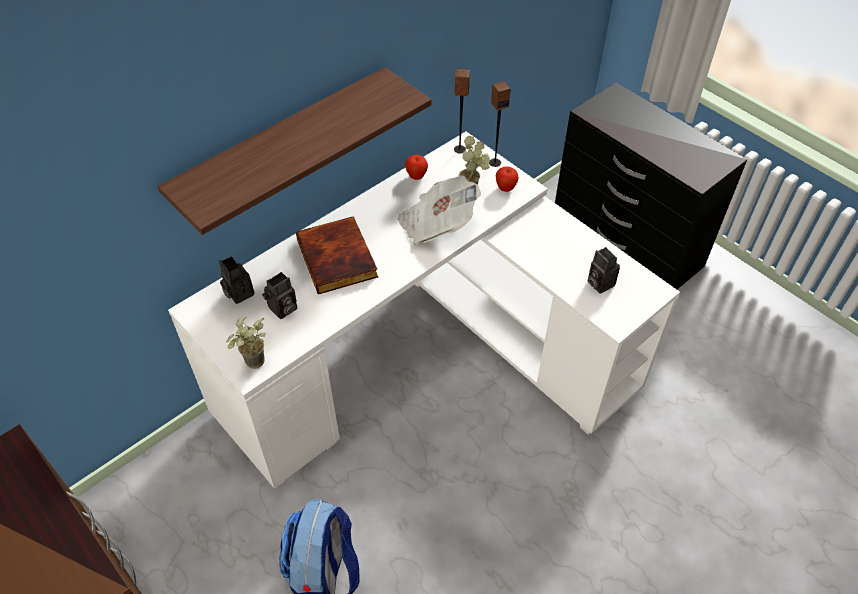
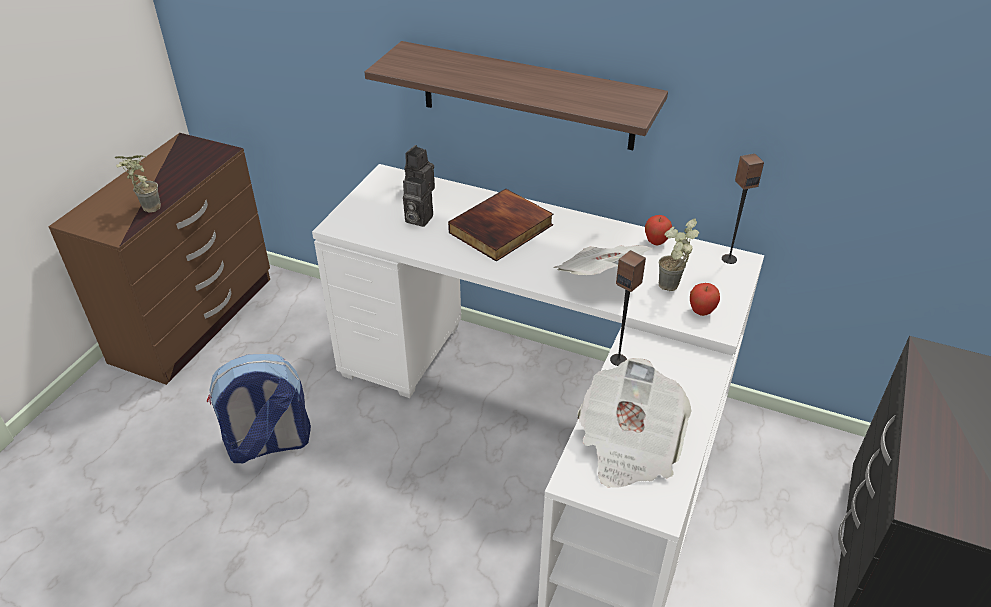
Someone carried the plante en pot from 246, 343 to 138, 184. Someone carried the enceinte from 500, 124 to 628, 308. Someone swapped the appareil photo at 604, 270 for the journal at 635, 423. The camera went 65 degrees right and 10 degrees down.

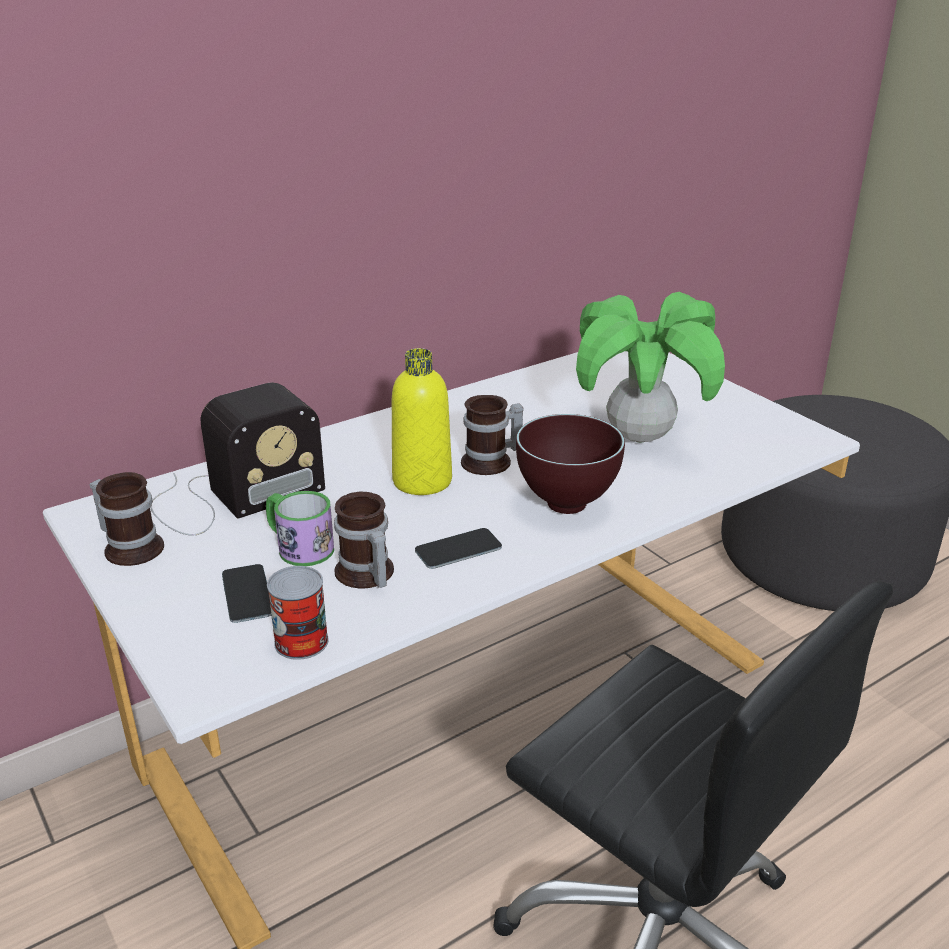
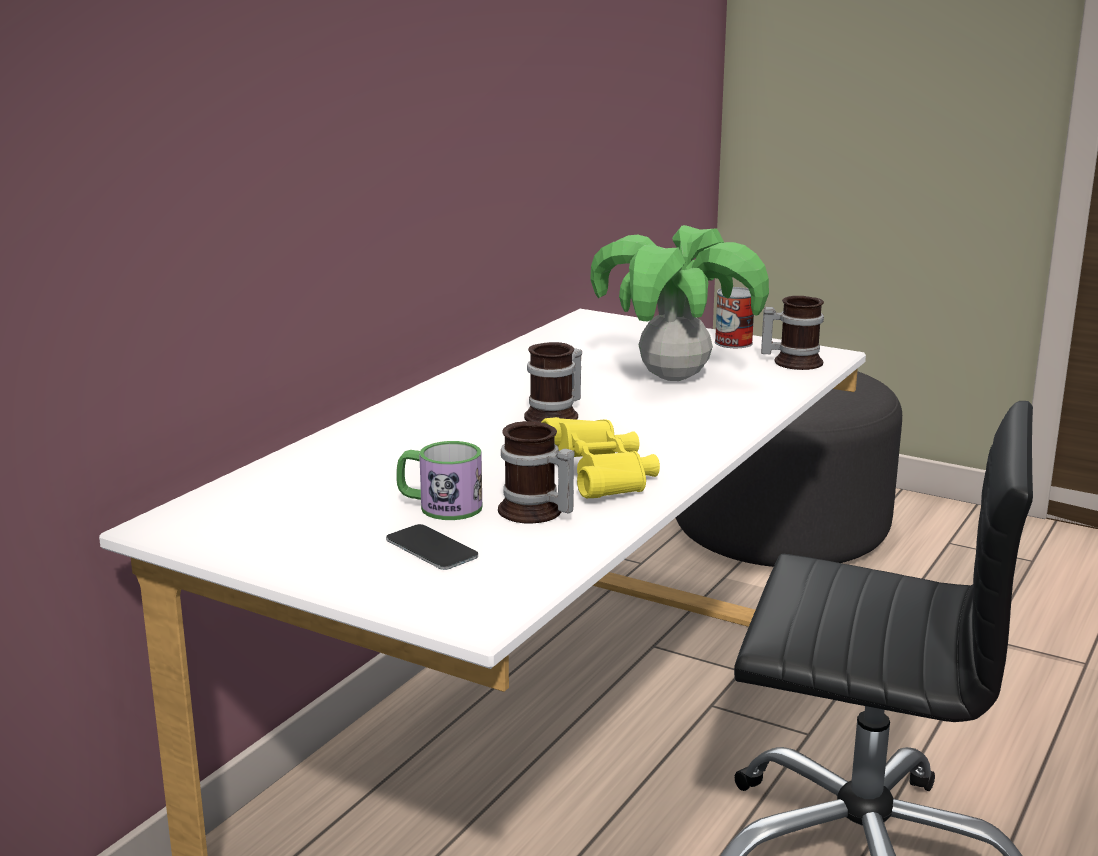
Someone carried the mug from 127, 519 to 792, 333. Someone took away the radio at 237, 459. Someone carried the boîte métallique from 298, 613 to 734, 317. Someone took away the bouteille [jaune] at 422, 421. Someone swapped the téléphone at 458, 548 for the jumelles [jaune] at 600, 457. Someone took away the bol [marron] at 570, 464. The camera went 25 degrees left and 10 degrees down.

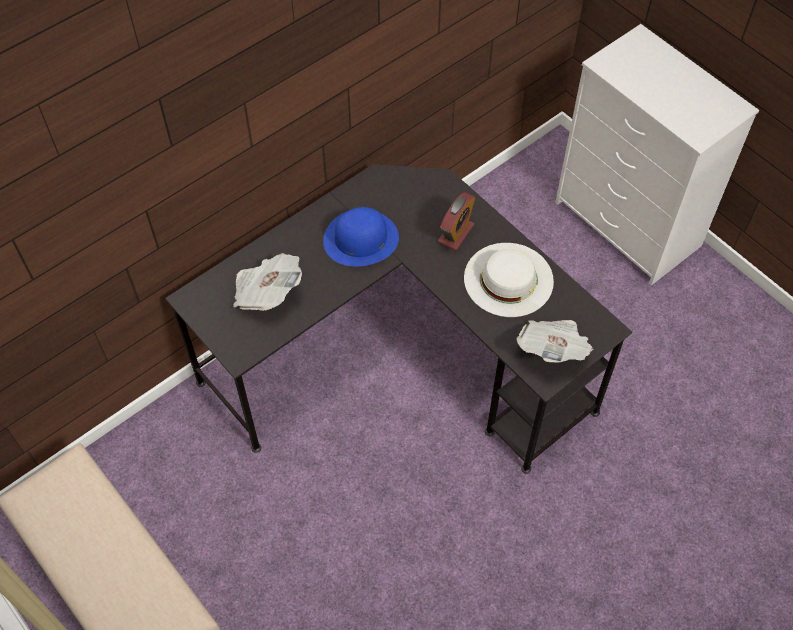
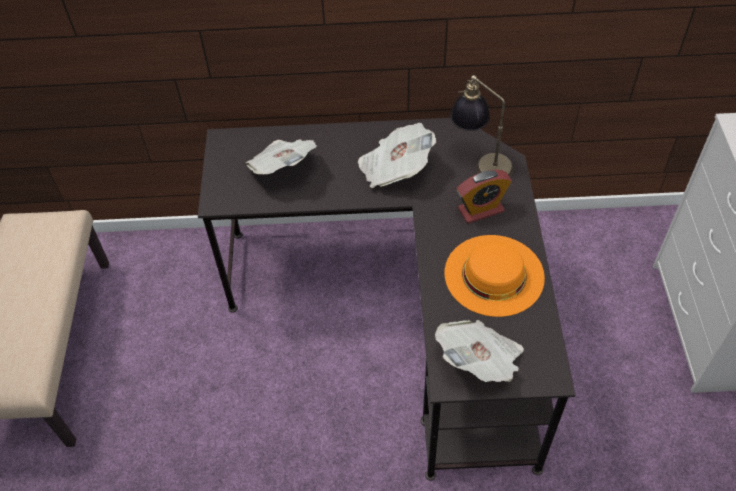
Someone swapped the chapeau [bleu] at 361, 236 for the journal at 397, 155. Someone repainted the chapeau [blanc] at 509, 280, which became the chapeau [orange] at 494, 276. Someone put down the lampe de table at 481, 126. The camera went 40 degrees right and 5 degrees down.

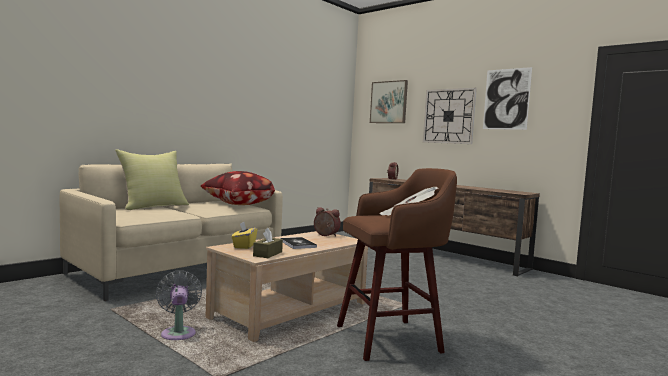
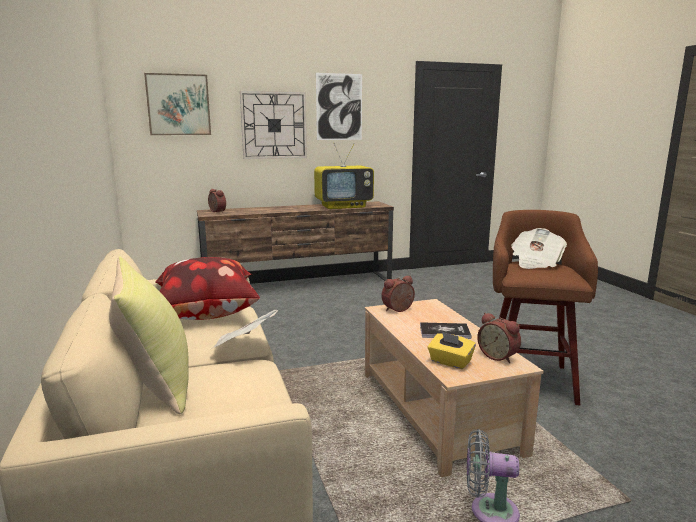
Someone swapped the boîte à mouchoirs [marron] at 268, 243 for the réveil at 499, 338. Someone put down the journal at 244, 329. Someone put down the téléviseur at 344, 176. The camera went 60 degrees left and 10 degrees up.

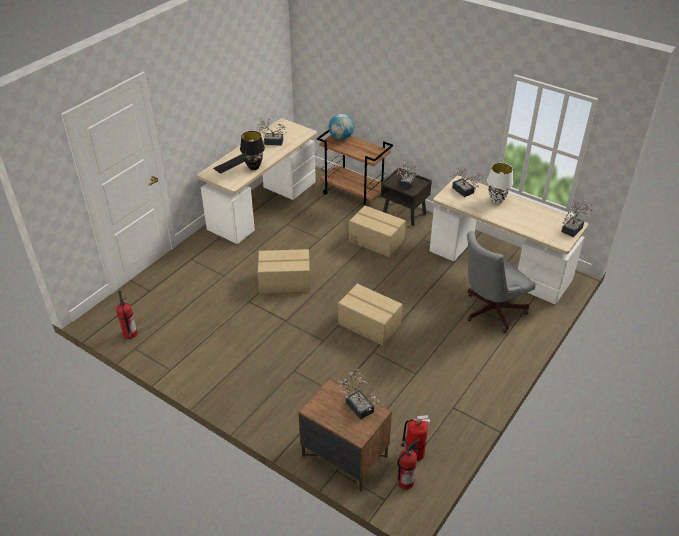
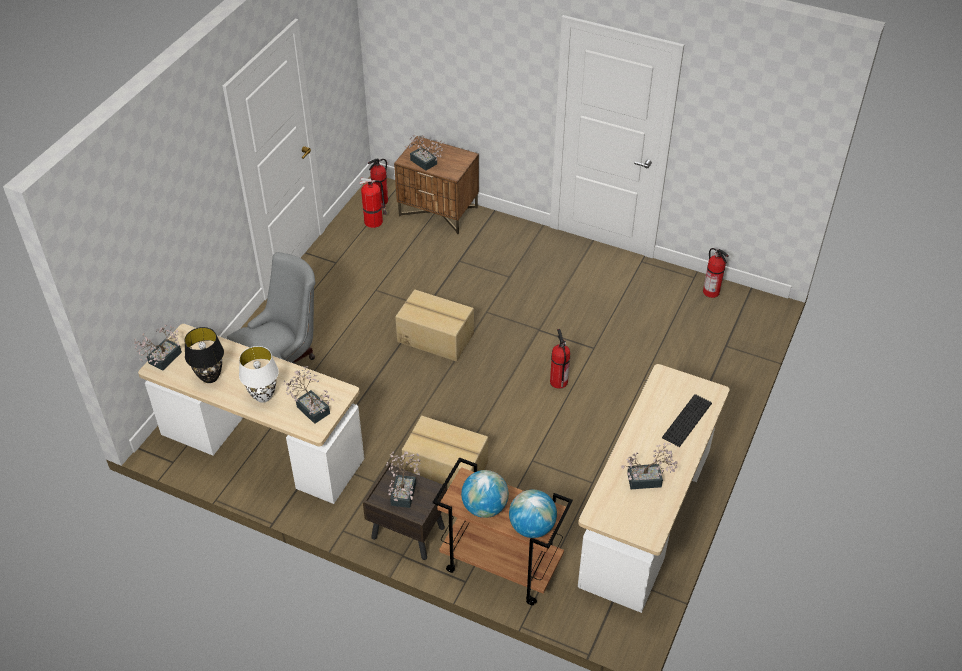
Someone carried the lampe de table [noir] from 252, 150 to 204, 355. Someone swapped the carton at 284, 271 for the extincteur at 560, 359. Someone put down the globe at 485, 494. The camera went 170 degrees right and 5 degrees up.

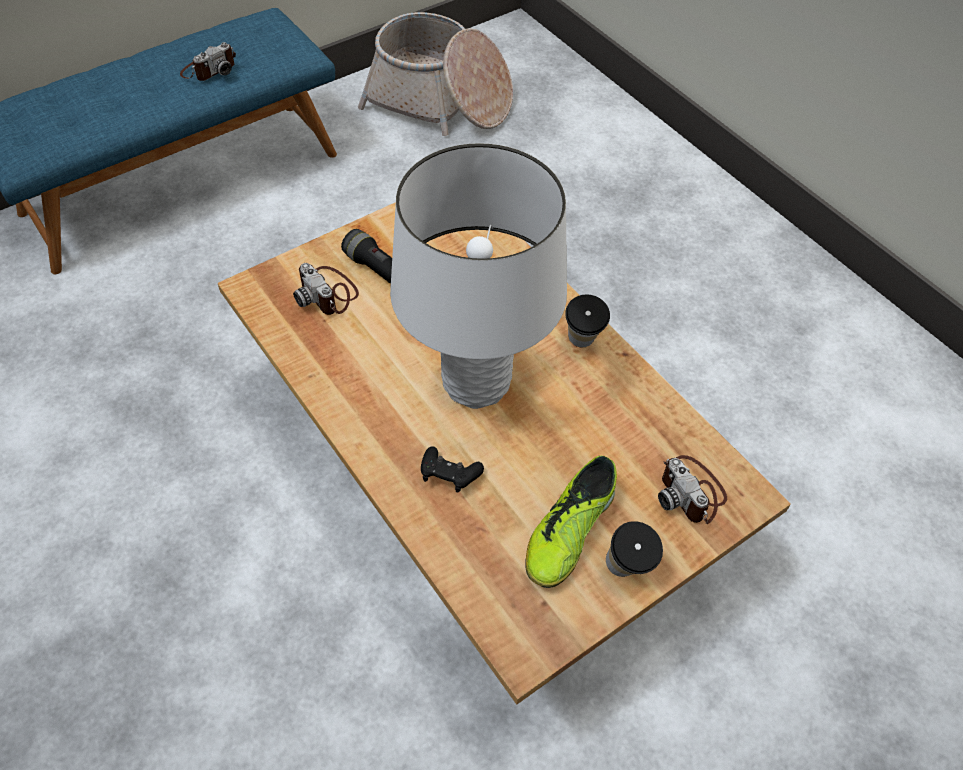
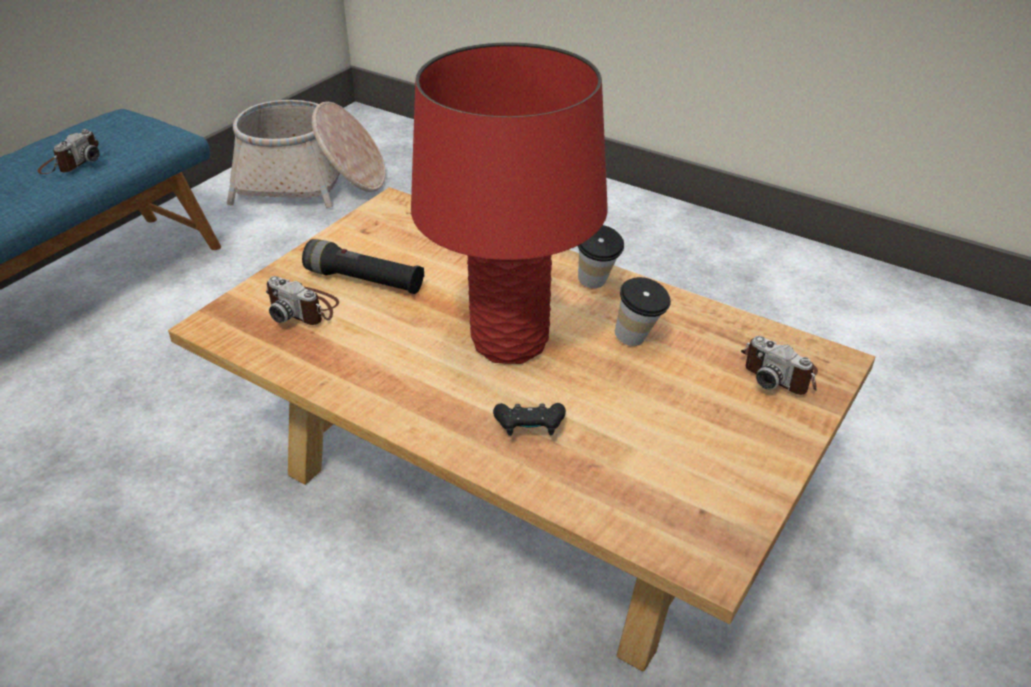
Someone repainted the lampe de table [blanc] at 478, 276, which became the lampe de table [rouge] at 509, 203. Someone took away the chaussure at 571, 522. Someone carried the tasse from 634, 549 to 643, 311. The camera went 20 degrees left and 15 degrees down.

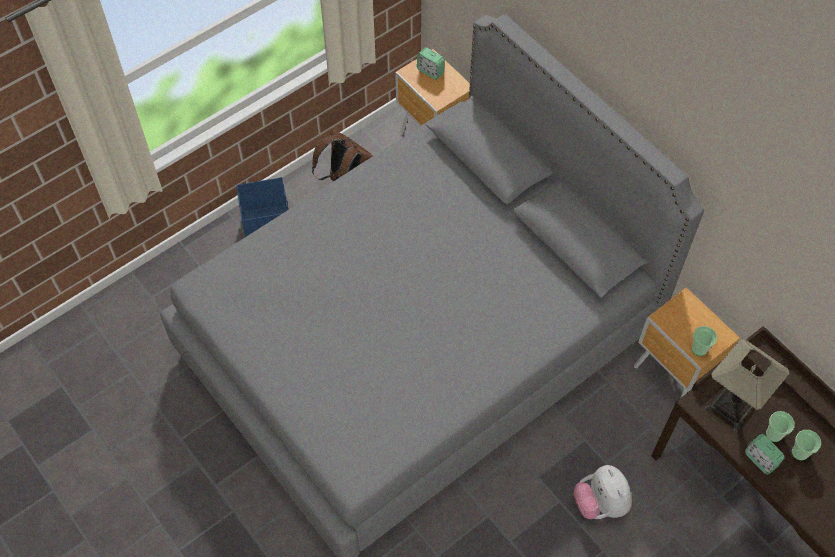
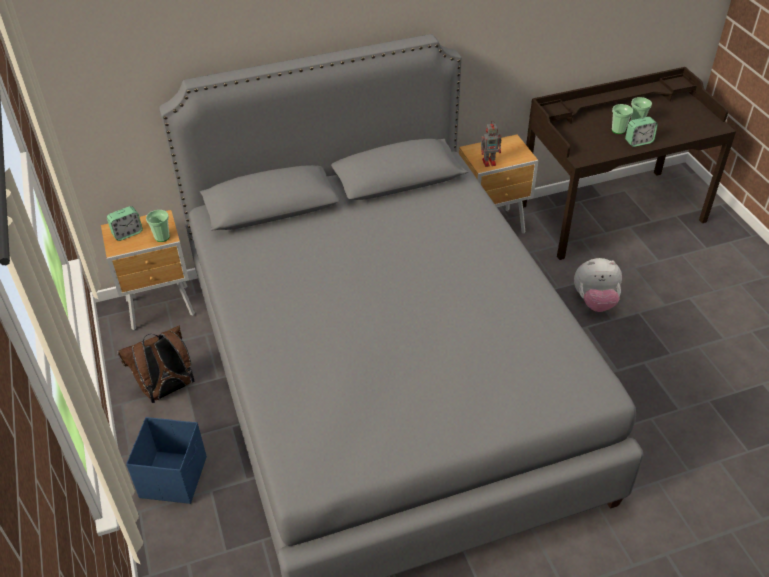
Someone carried the tasse from 704, 341 to 158, 226. Someone took away the lampe de table at 747, 385. Someone put down the robot jouet at 491, 145. The camera went 70 degrees left and 15 degrees down.

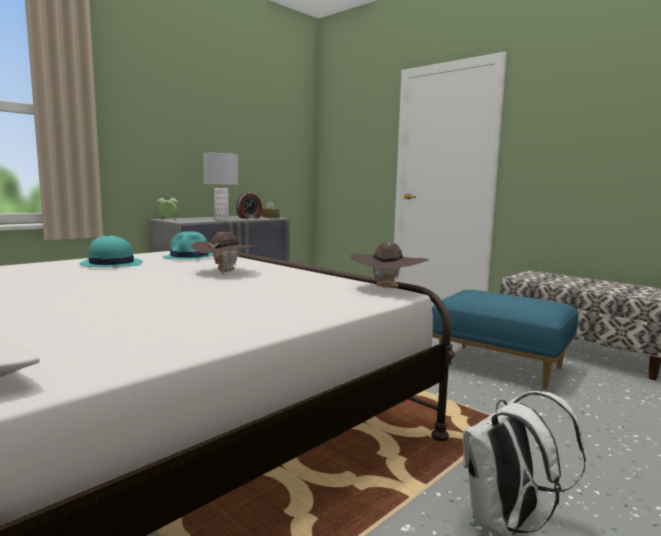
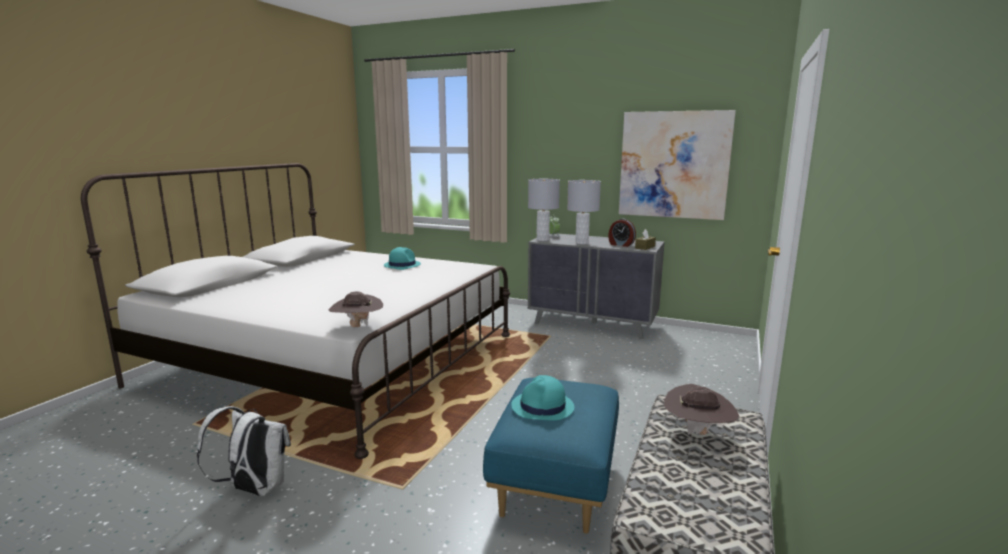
Someone carried the chapeau [turquoise] from 187, 245 to 542, 398. Someone carried the chapeau [marron] from 223, 253 to 701, 409. Someone put down the lampe de table [gris] at 544, 210. Someone put up the tableau at 677, 165. The camera went 70 degrees right and 5 degrees up.

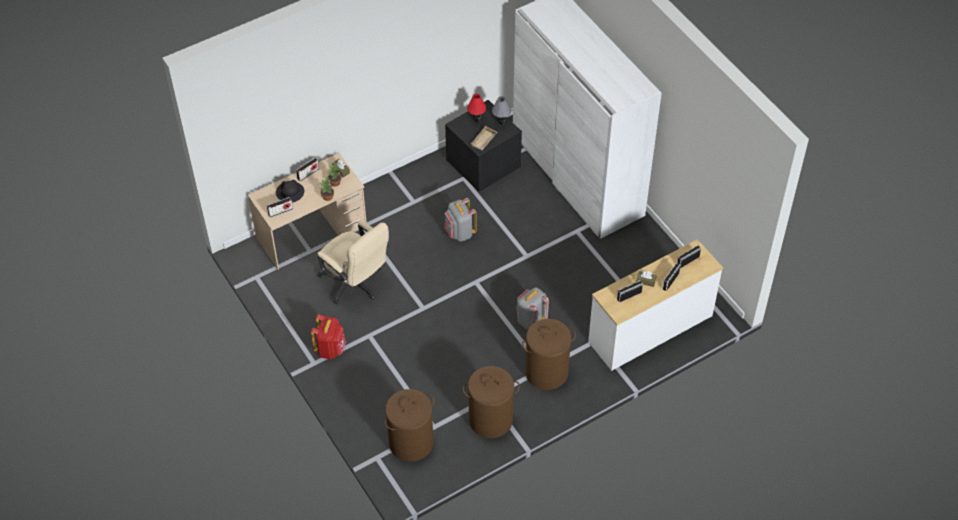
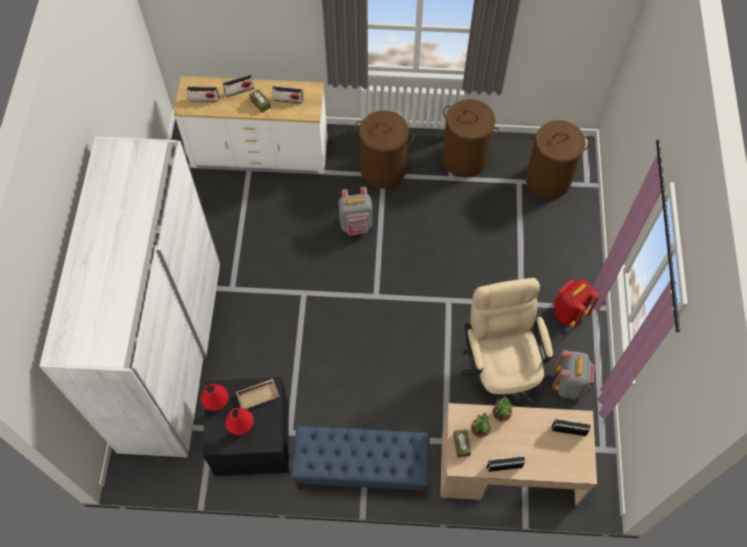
Someone took away the chapeau [noir] at 290, 191. Someone carried the sac à dos [gris] from 460, 220 to 574, 374. Someone repainted the lampe de table [gris] at 501, 110, which became the lampe de table [rouge] at 215, 397. Someone put down the banc [bleu] at 360, 461. The camera went 145 degrees left and 10 degrees up.

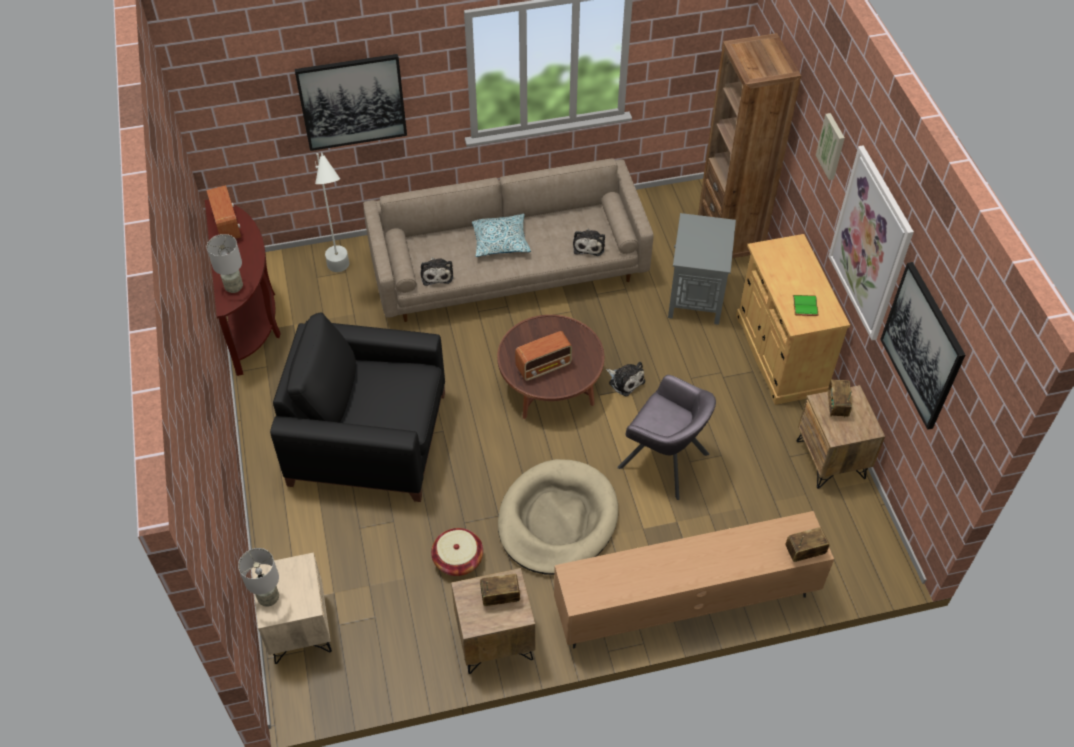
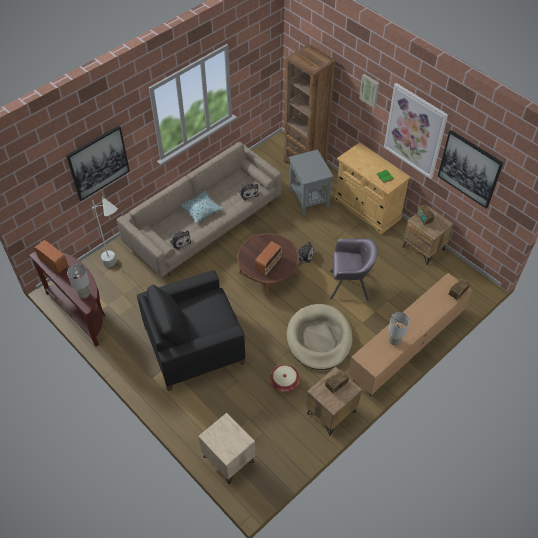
Someone carried the lampe de table [gris] from 258, 577 to 399, 329. The camera went 30 degrees left and 0 degrees up.

